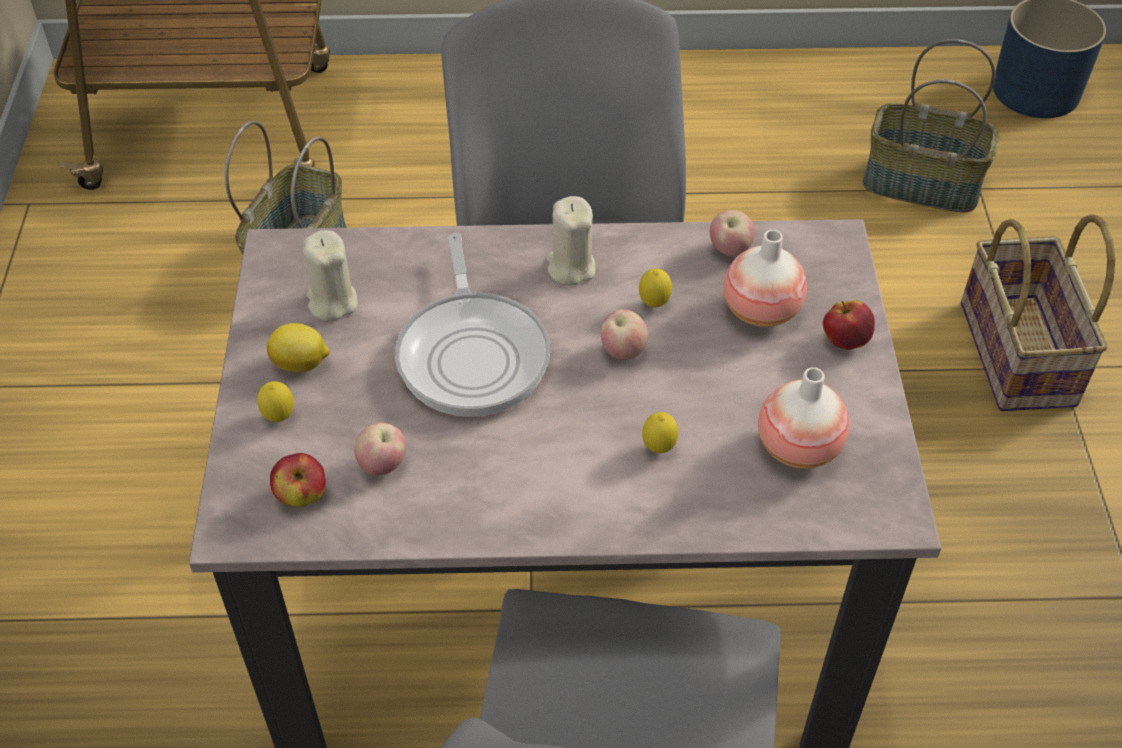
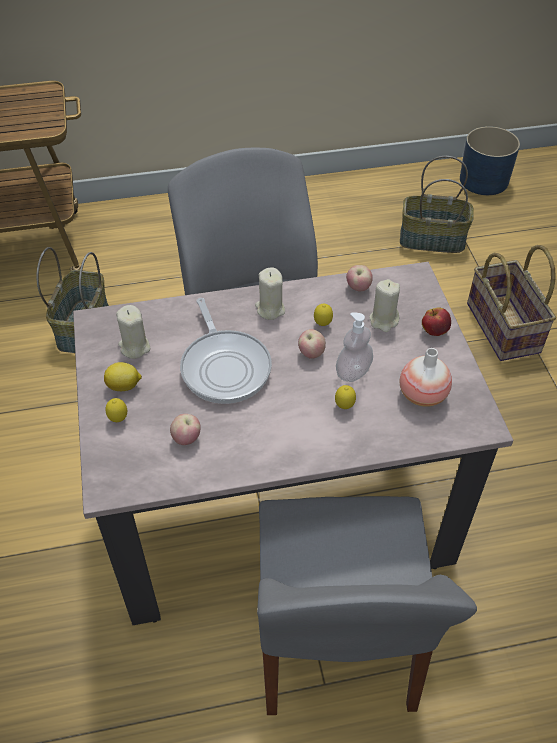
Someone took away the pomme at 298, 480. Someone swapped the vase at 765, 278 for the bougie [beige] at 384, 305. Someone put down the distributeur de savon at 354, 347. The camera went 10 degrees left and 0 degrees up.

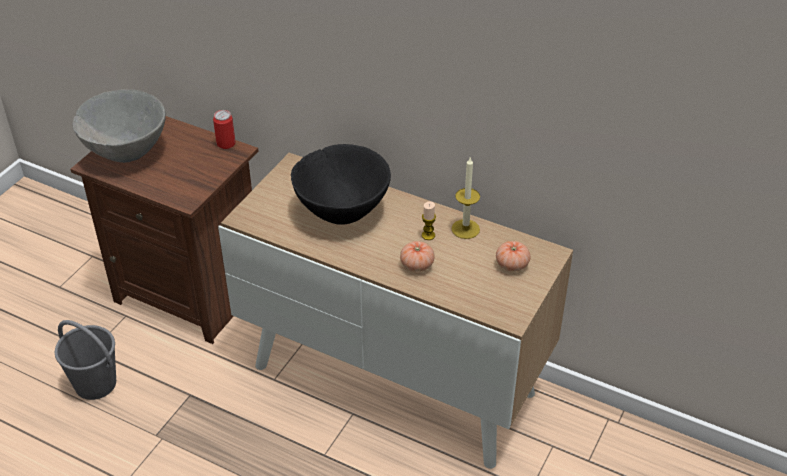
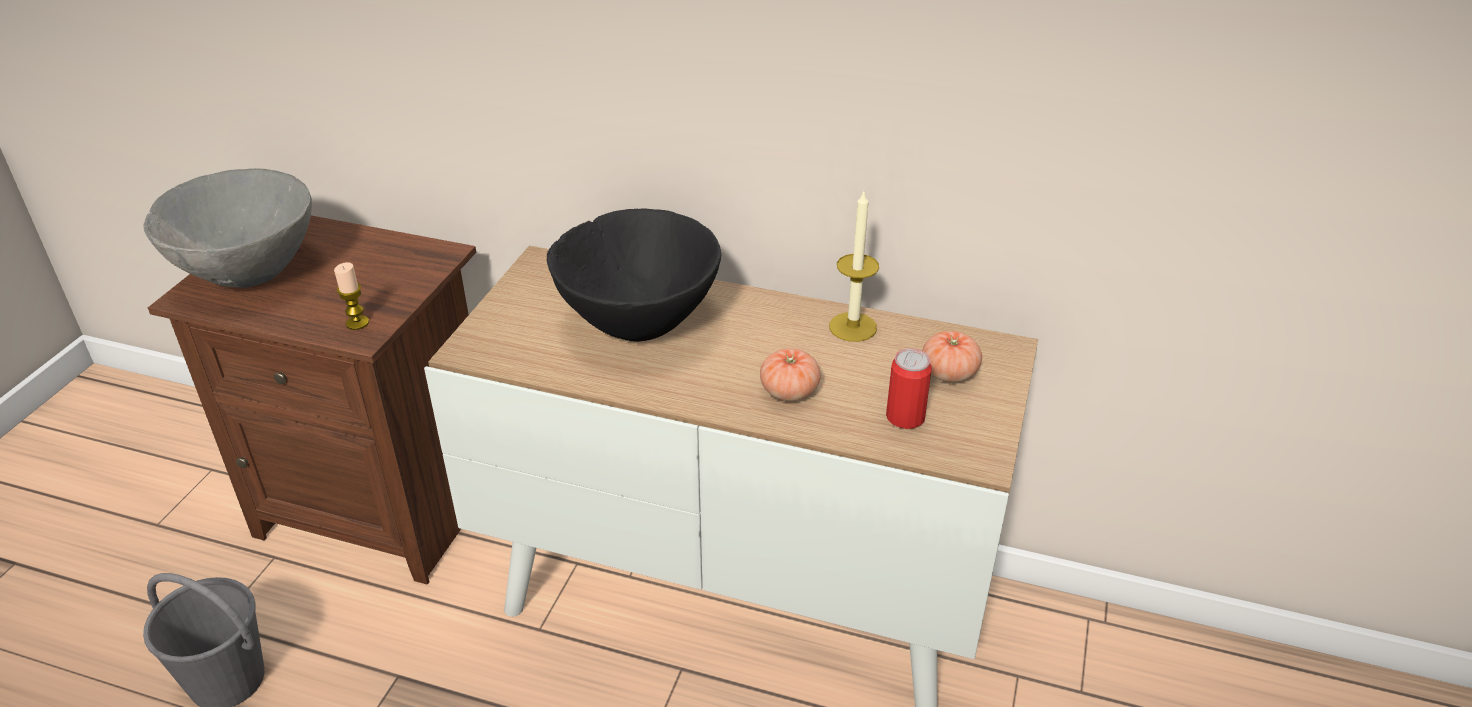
Someone carried the boîte métallique from 224, 129 to 909, 388. Someone carried the bougie from 429, 220 to 351, 296. The camera went 10 degrees left and 5 degrees down.

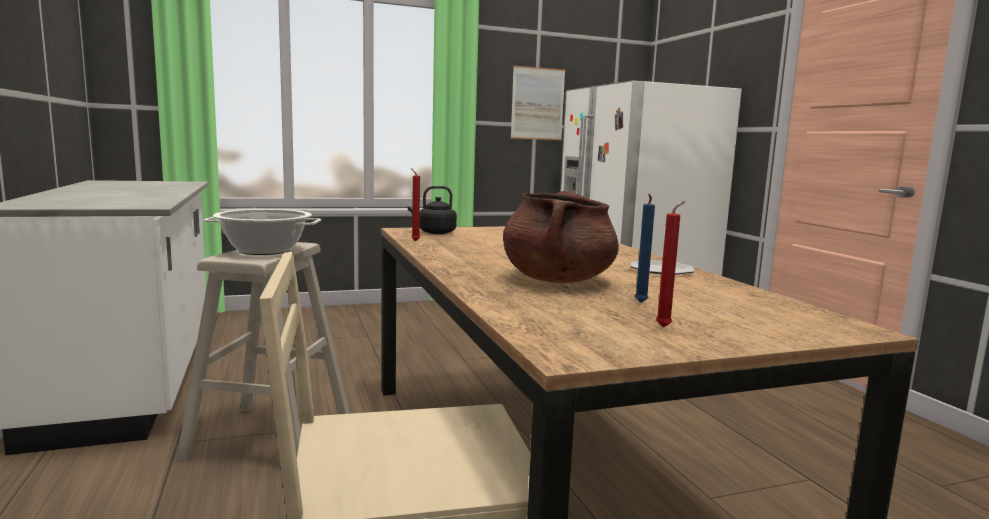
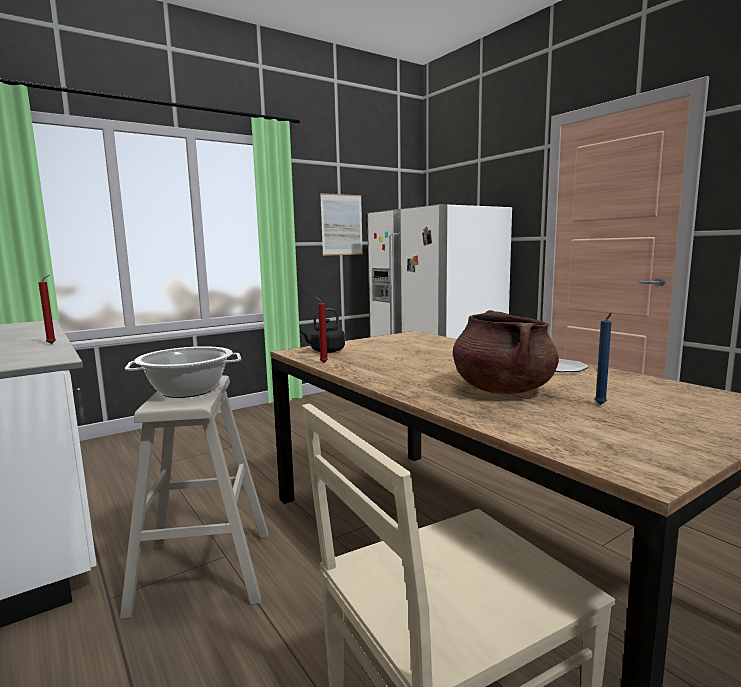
Someone carried the bougie [rouge] from 670, 264 to 47, 309. The camera went 15 degrees left and 0 degrees up.

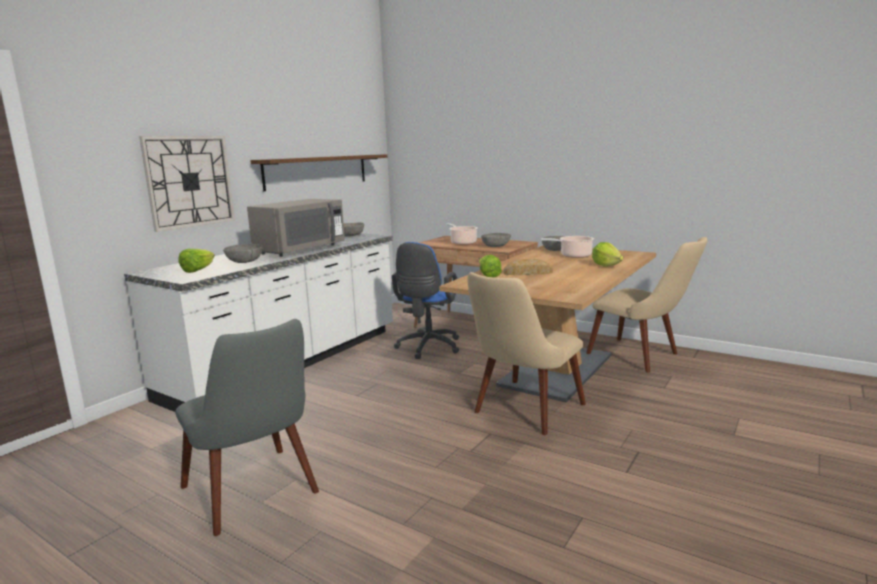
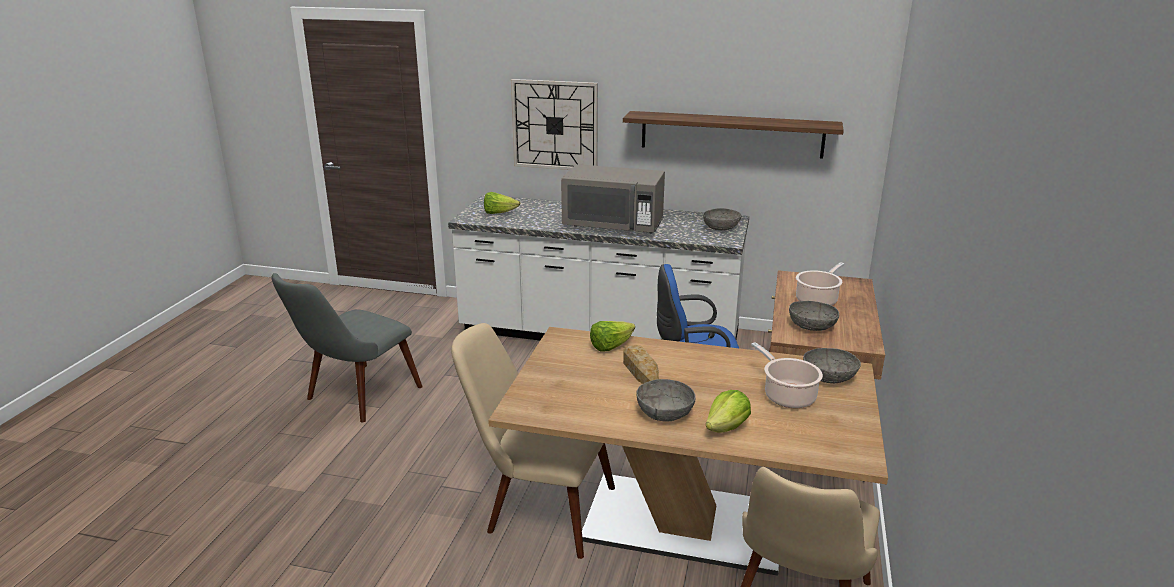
Someone carried the bol [gris] from 242, 253 to 666, 400. The camera went 70 degrees right and 10 degrees up.

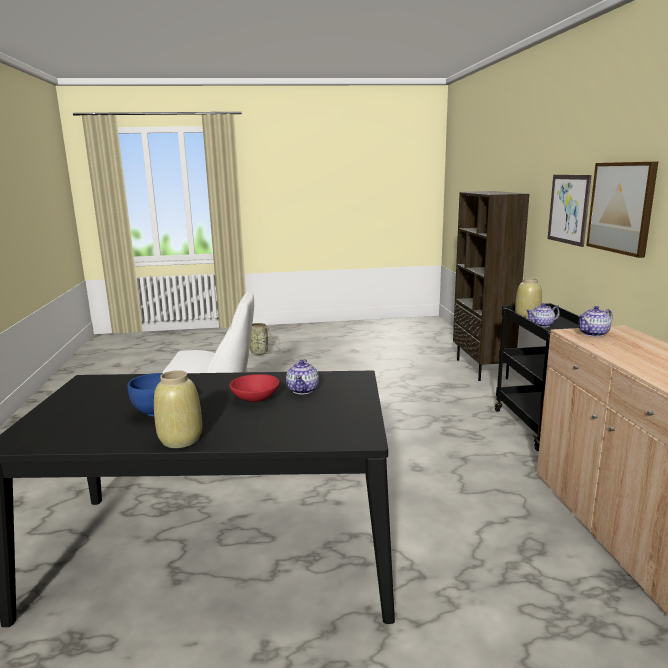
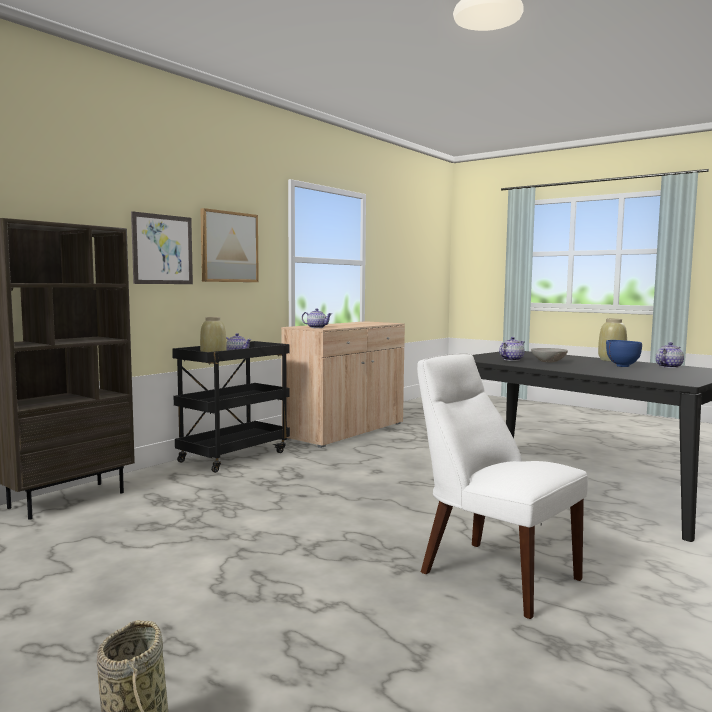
Someone repainted the bol [rouge] at 254, 388, which became the bol [gris] at 549, 355. Someone put down the théière at 670, 355. The camera went 135 degrees left and 10 degrees down.

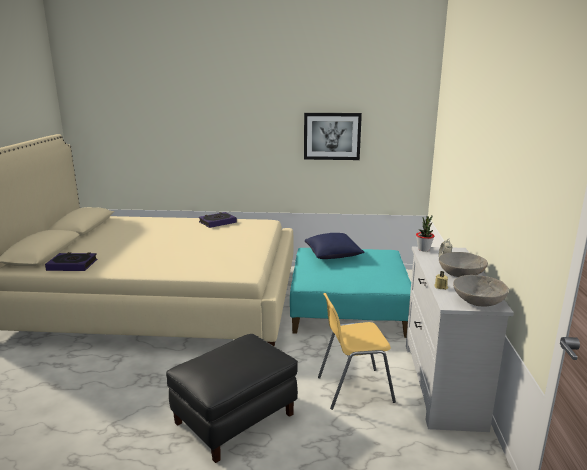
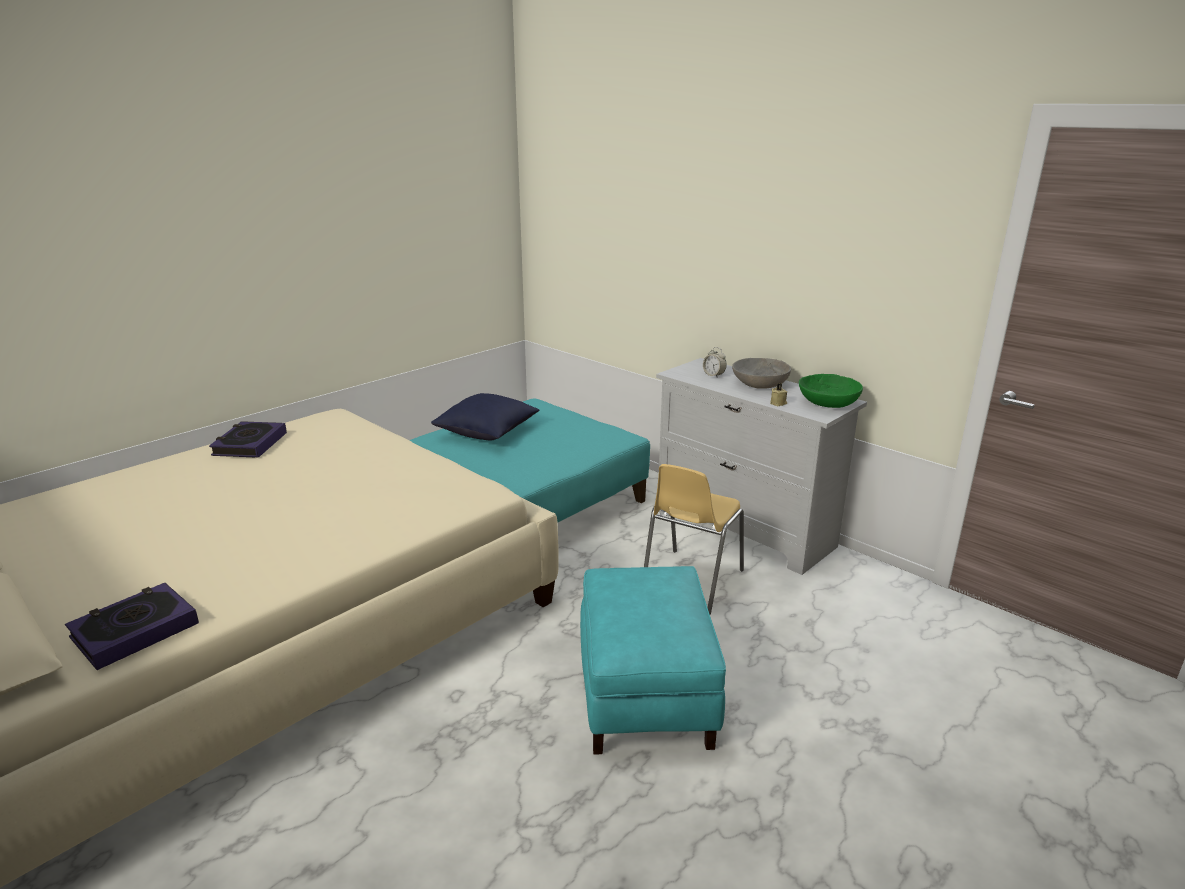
Someone repainted the pouf [noir] at 232, 398, which became the pouf [turquoise] at 653, 660. Someone took away the tableau at 333, 136. Someone took away the plante en pot at 425, 233. Someone repainted the bol [gris] at 481, 291, which became the bol [vert] at 831, 391. The camera went 50 degrees left and 5 degrees up.

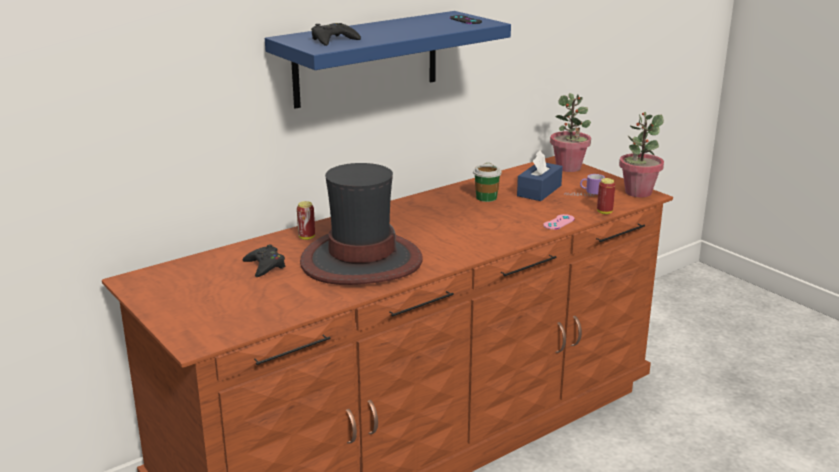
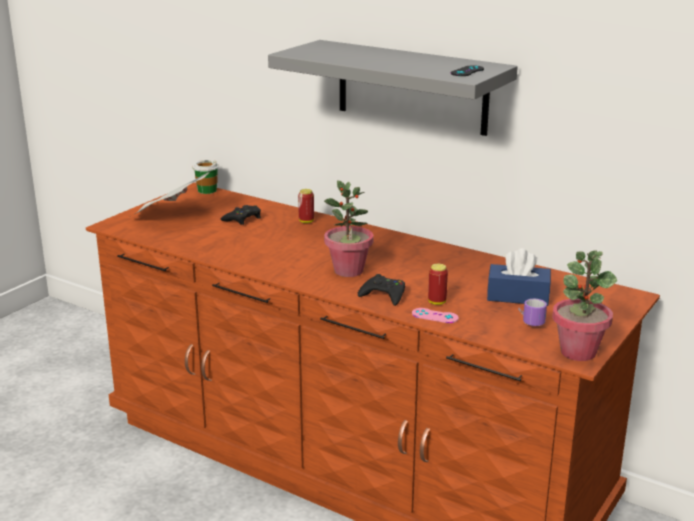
Someone repainted the étagère [bleu] at 388, 60, which became the étagère [gris] at 393, 88. Someone took away the chapeau at 361, 224. Someone carried the manette [noir] from 336, 34 to 381, 290. Someone carried the tasse from 487, 182 to 205, 177. Someone carried the plante en pot from 570, 132 to 349, 228. Someone carried the boîte métallique from 606, 196 to 438, 284. Someone put down the journal at 169, 194. The camera went 70 degrees right and 0 degrees up.

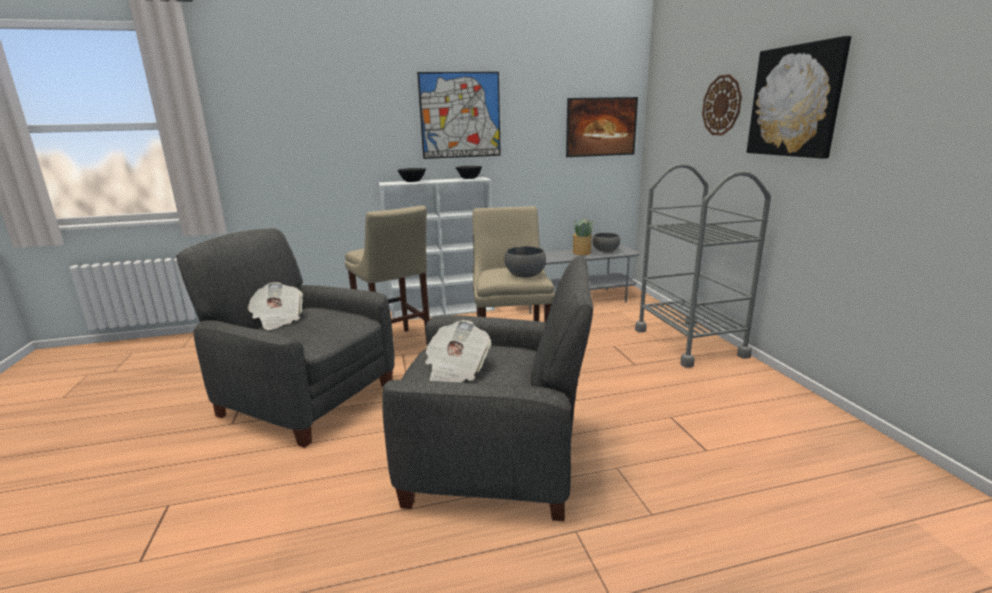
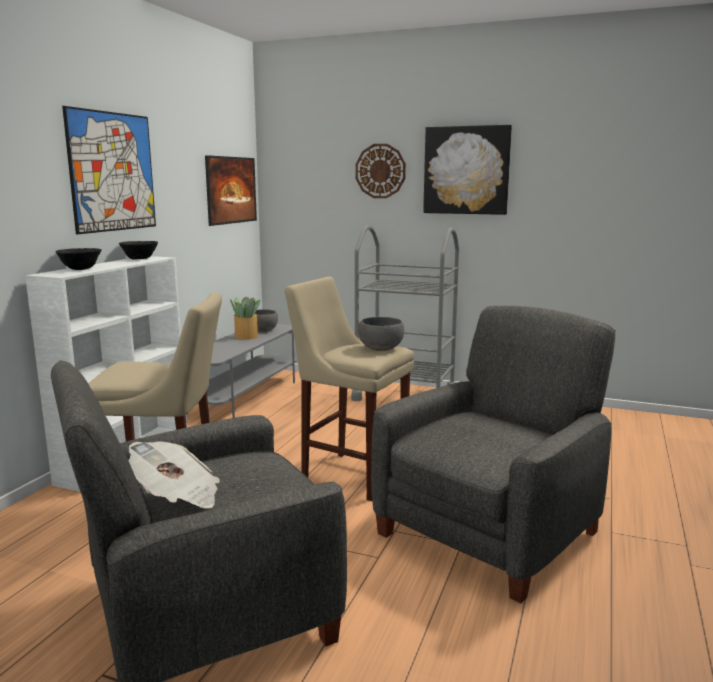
Someone took away the journal at 458, 351. The camera went 55 degrees left and 5 degrees down.

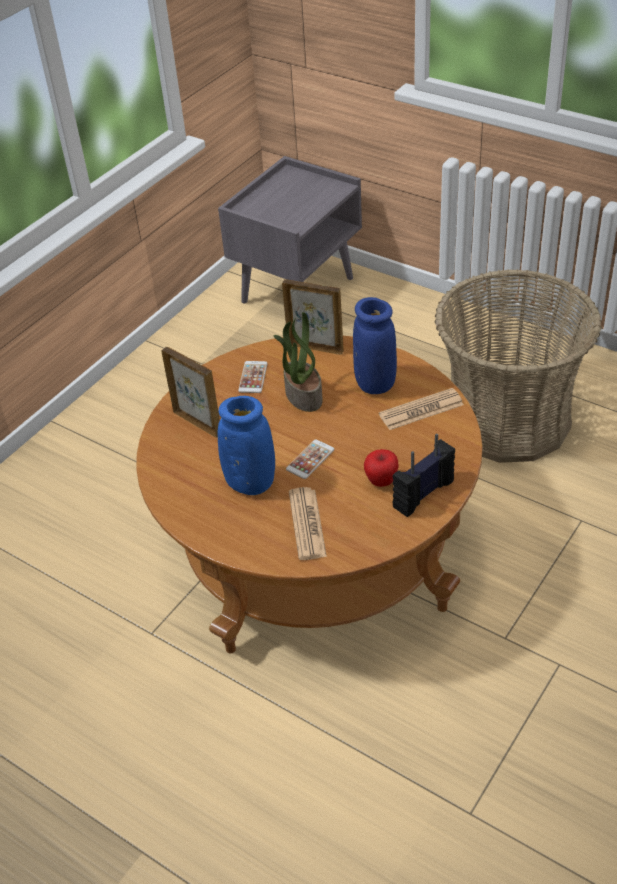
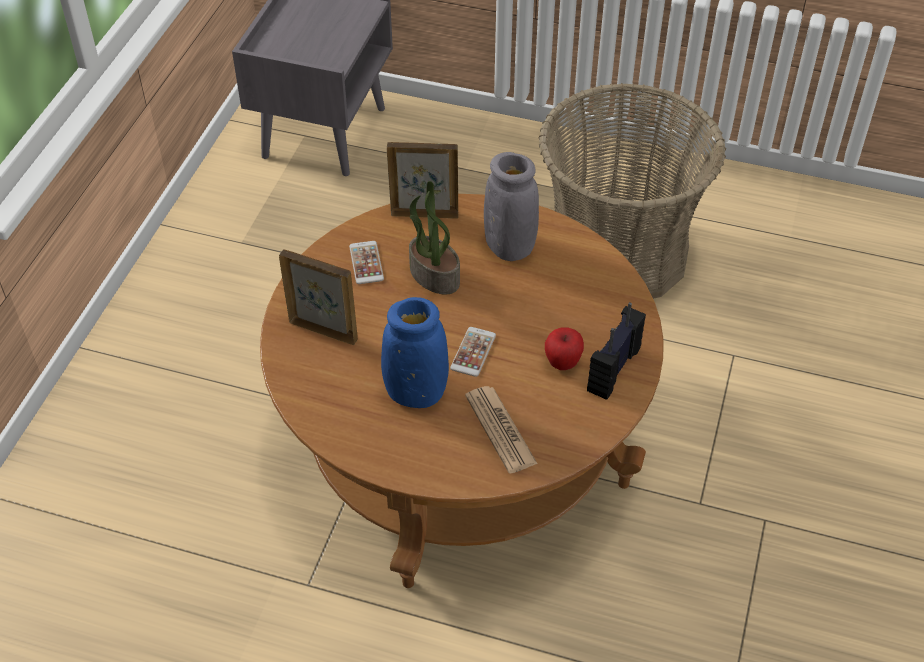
Someone repainted the vase [bleu] at 375, 345, which became the vase [gris] at 511, 206. Someone took away the journal at 421, 409. The camera went 20 degrees left and 5 degrees up.

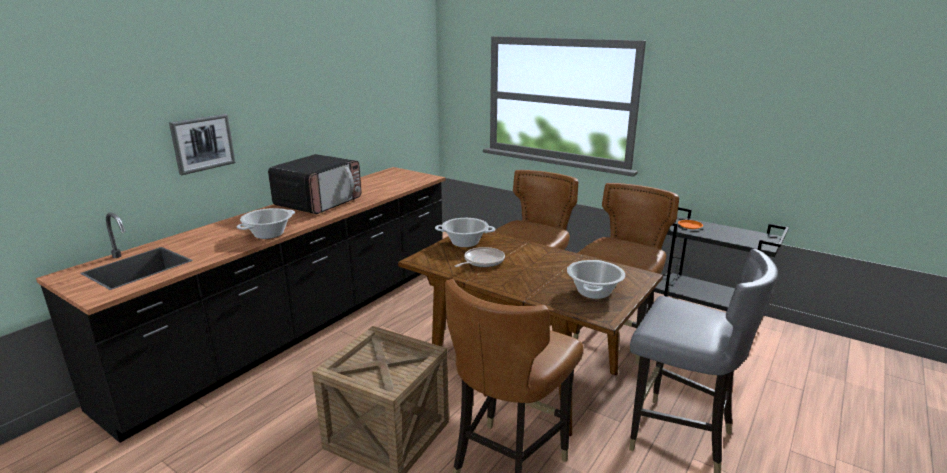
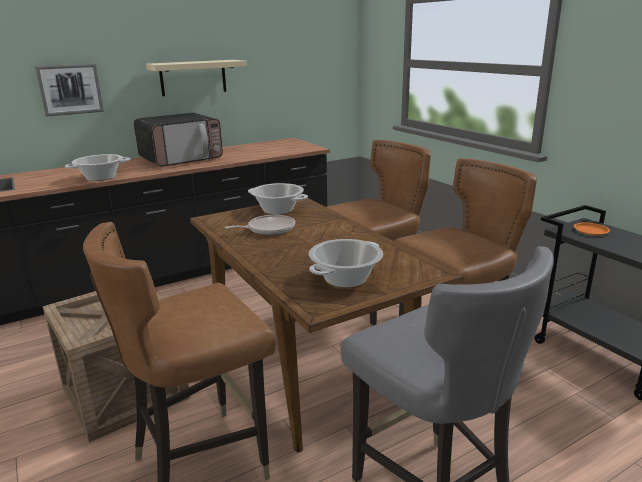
Someone put up the étagère [beige] at 196, 78. The camera went 25 degrees right and 0 degrees up.

